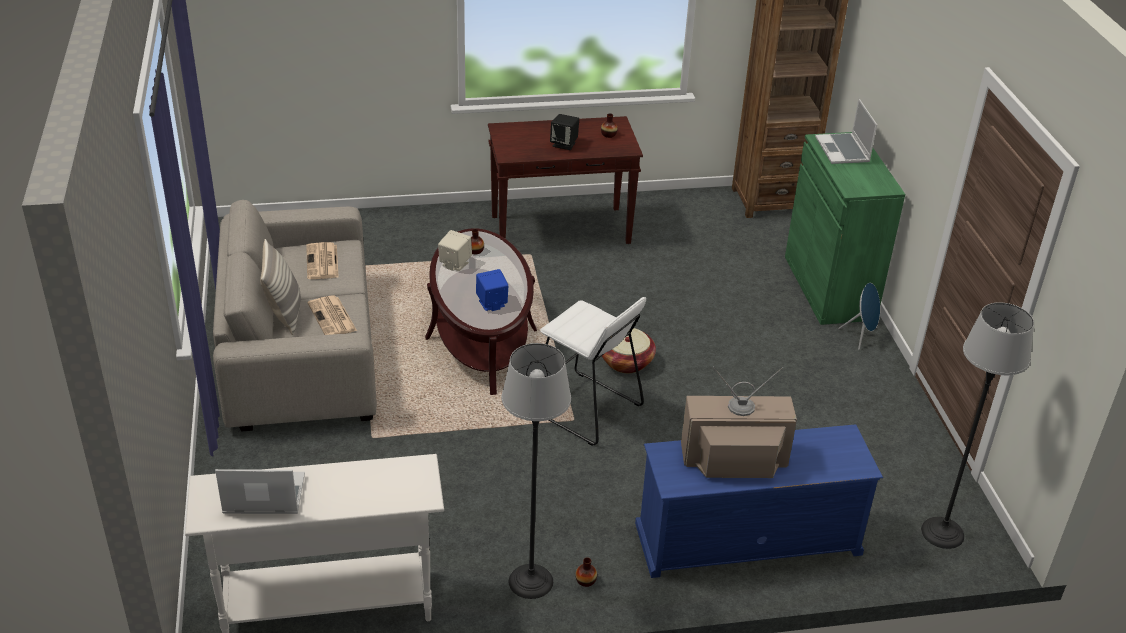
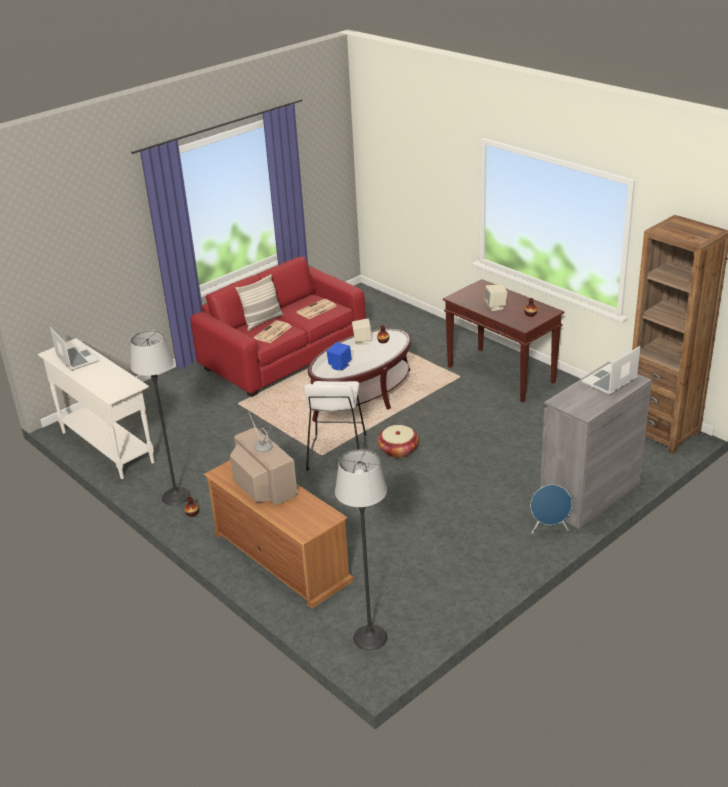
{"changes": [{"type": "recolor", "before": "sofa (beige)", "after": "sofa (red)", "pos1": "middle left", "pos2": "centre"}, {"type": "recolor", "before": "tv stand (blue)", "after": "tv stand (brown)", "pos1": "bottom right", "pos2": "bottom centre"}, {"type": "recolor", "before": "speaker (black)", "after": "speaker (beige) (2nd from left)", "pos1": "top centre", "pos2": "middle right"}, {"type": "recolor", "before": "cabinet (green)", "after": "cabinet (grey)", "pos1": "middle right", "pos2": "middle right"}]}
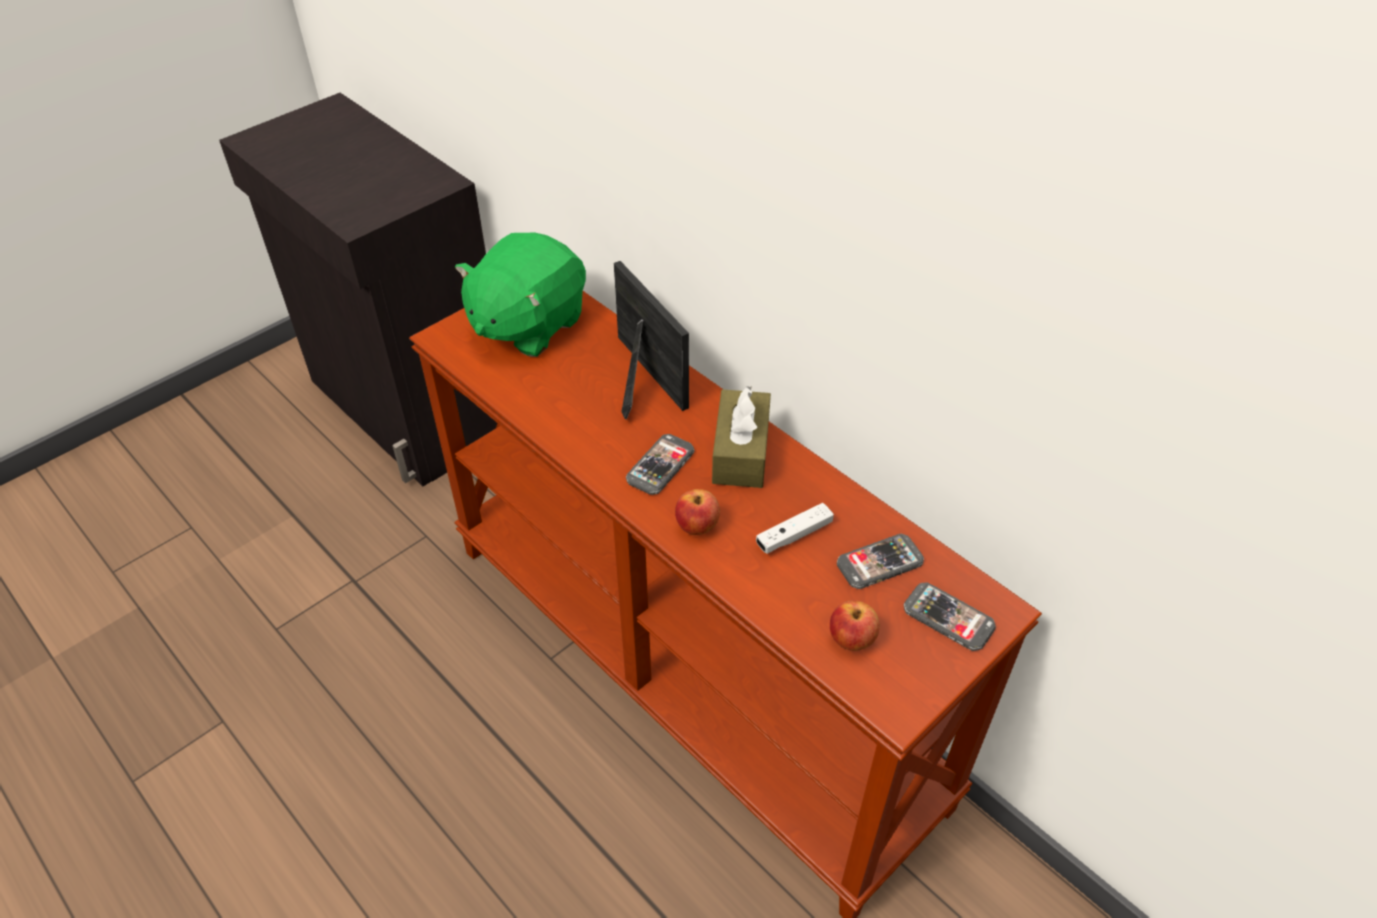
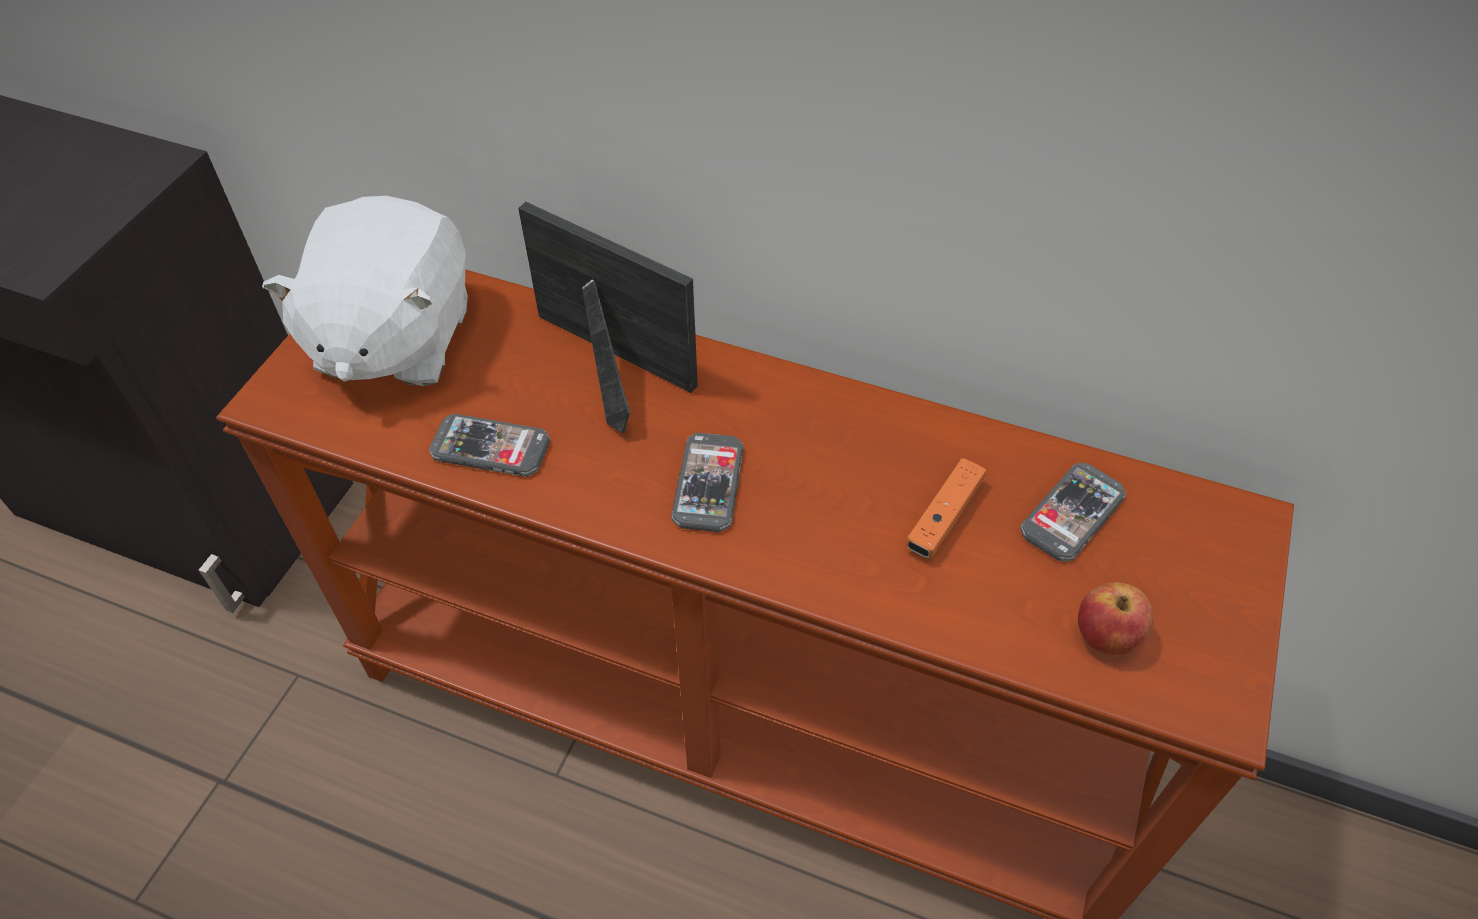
{"changes": [{"type": "recolor", "before": "plush toy (green)", "after": "plush toy (white)", "pos1": "top centre", "pos2": "top left"}, {"type": "move", "before": "phone (3rd from left in the first image)", "after": "phone (1st from left)", "pos1": "bottom right", "pos2": "middle left"}, {"type": "recolor", "before": "game controller (white)", "after": "game controller (orange)", "pos1": "centre", "pos2": "centre"}, {"type": "delete", "before": "apple (1st from left)", "pos1": "centre"}, {"type": "delete", "before": "tissue box (brown)", "pos1": "centre"}]}
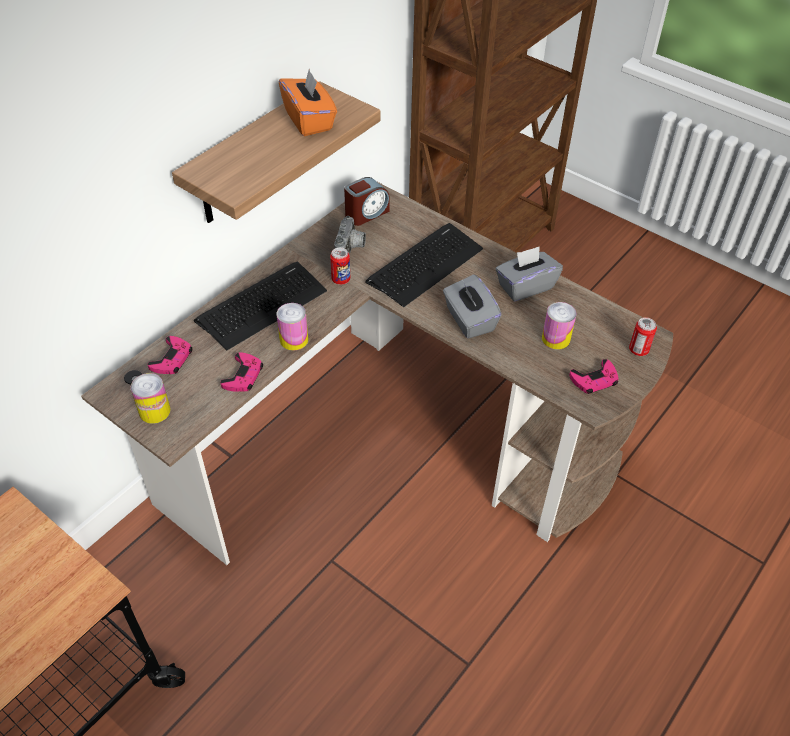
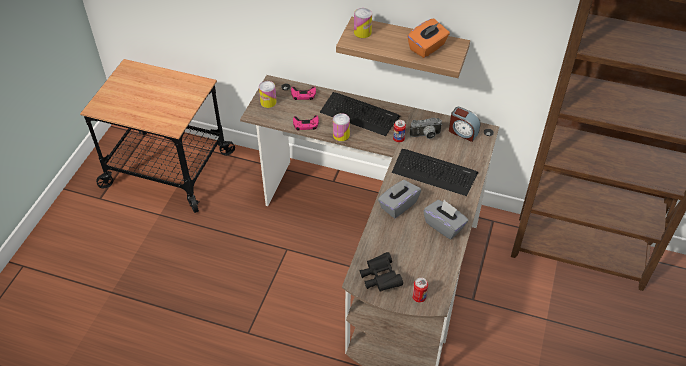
{"changes": [{"type": "move", "before": "can (4th from left in the first image)", "after": "can (3rd from left)", "pos1": "middle right", "pos2": "top centre"}, {"type": "replace", "before": "game controller (pink) (3rd from left)", "after": "binoculars (black)", "pos1": "middle right", "pos2": "bottom centre"}]}
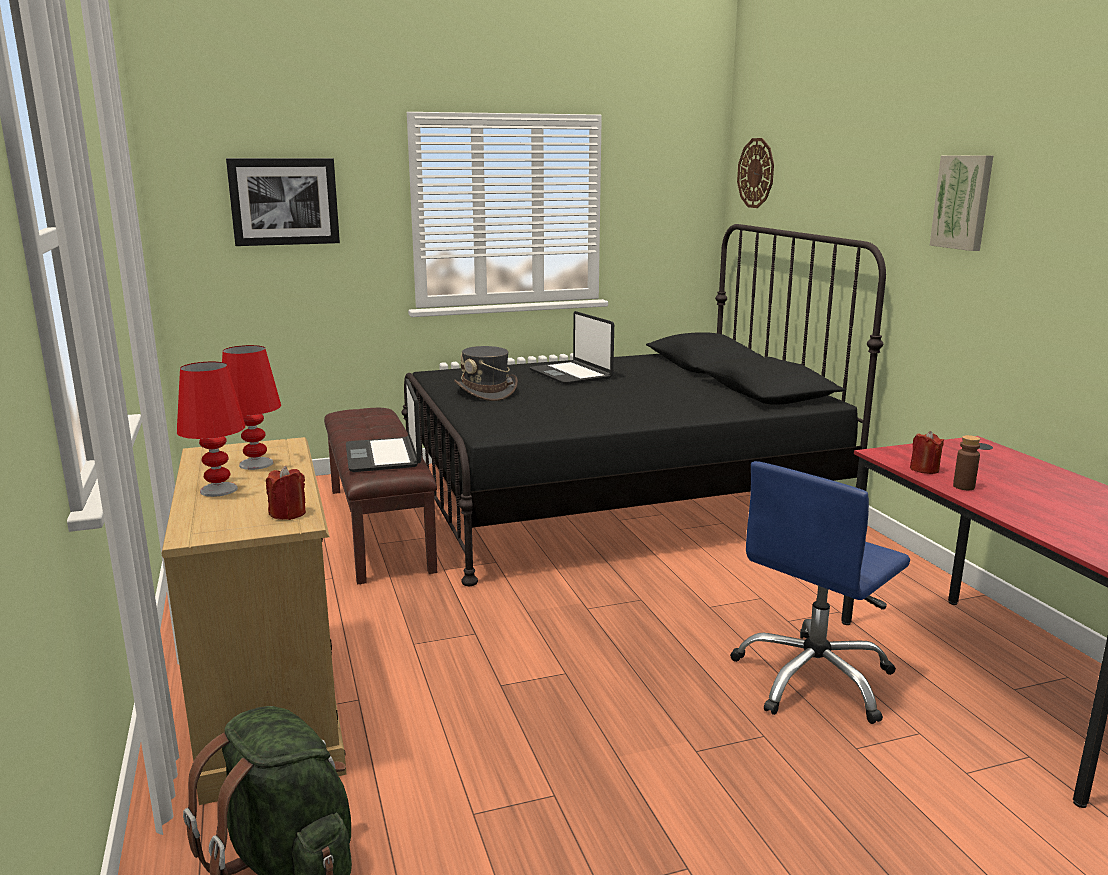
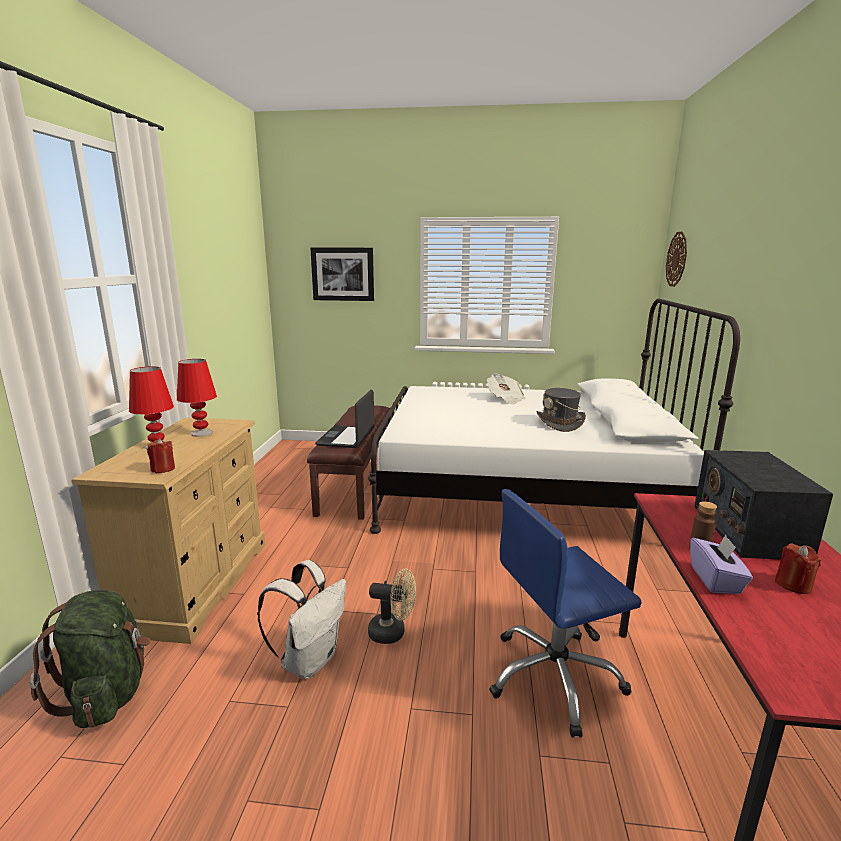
{"changes": [{"type": "insert", "after": "backpack (white)", "pos2": "bottom centre"}, {"type": "recolor", "before": "bed (black)", "after": "bed (white)", "pos1": "centre", "pos2": "centre"}, {"type": "insert", "after": "fan (beige)", "pos2": "bottom centre"}, {"type": "replace", "before": "laptop (2nd from left)", "after": "newspaper", "pos1": "centre", "pos2": "centre"}, {"type": "move", "before": "hat (grey)", "pos1": "centre", "pos2": "middle right"}, {"type": "insert", "after": "tissue box (purple)", "pos2": "bottom right"}, {"type": "insert", "after": "radio", "pos2": "middle right"}, {"type": "move", "before": "candle (red) (2nd from left)", "pos1": "middle right", "pos2": "bottom right"}, {"type": "delete", "before": "picture (2nd from left)", "pos1": "top right"}]}
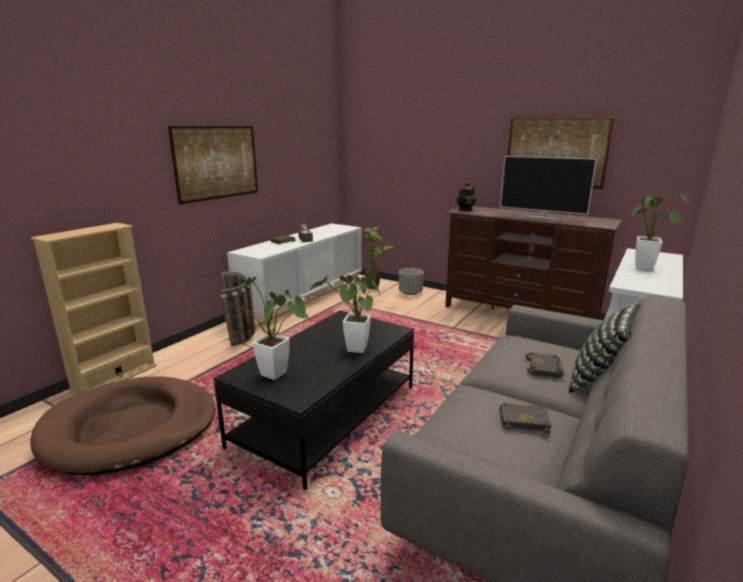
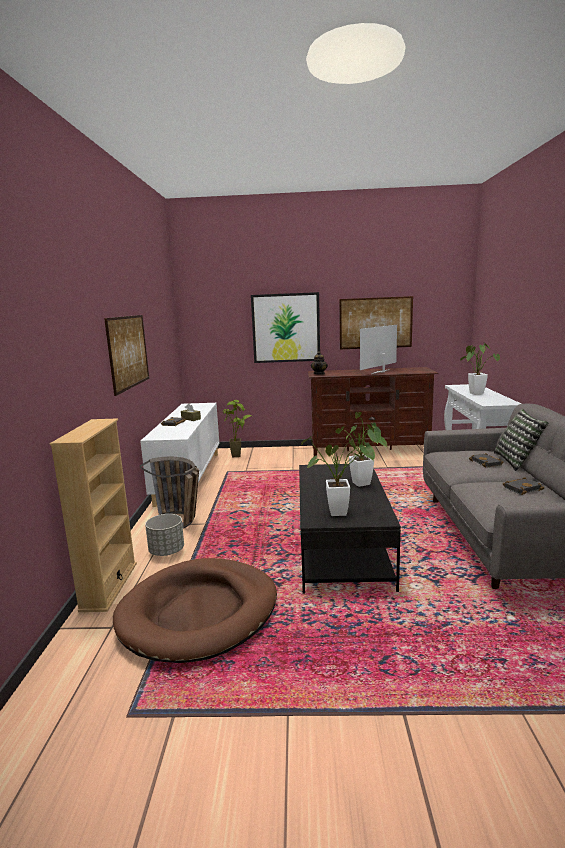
{"changes": [{"type": "move", "before": "planter (grey)", "pos1": "centre", "pos2": "middle left"}, {"type": "insert", "after": "picture (2nd from left)", "pos2": "centre"}, {"type": "rotate", "before": "television", "pos1": "top right", "pos2": "middle right", "turn": 135}]}
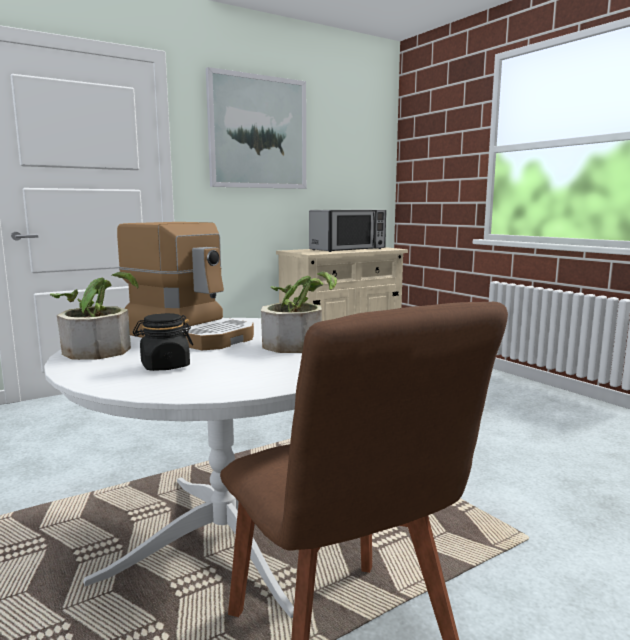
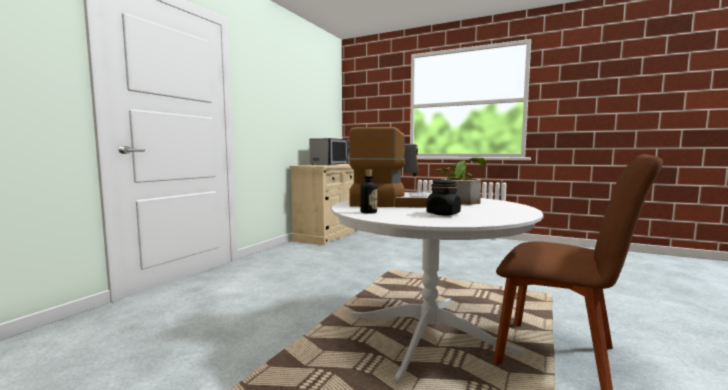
{"changes": [{"type": "replace", "before": "potted plant (1st from left)", "after": "bottle", "pos1": "middle left", "pos2": "centre"}, {"type": "delete", "before": "picture", "pos1": "top centre"}]}
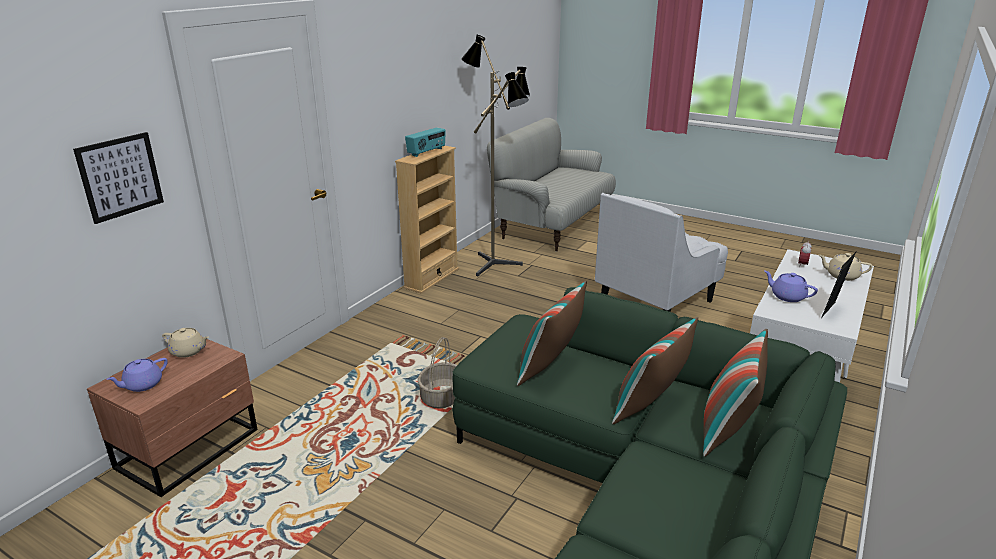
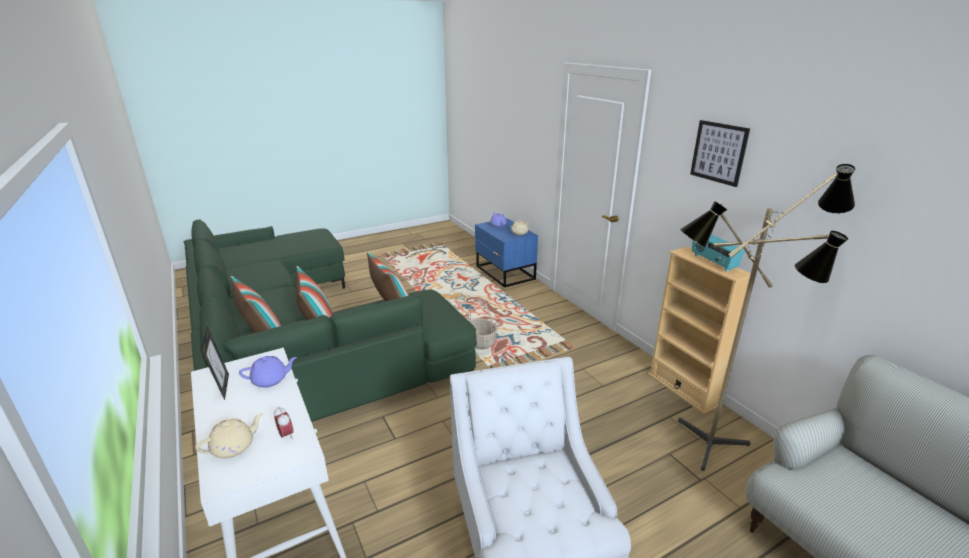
{"changes": [{"type": "recolor", "before": "nightstand (brown)", "after": "nightstand (blue)", "pos1": "bottom left", "pos2": "centre"}, {"type": "move", "before": "picture", "pos1": "top left", "pos2": "top right"}]}
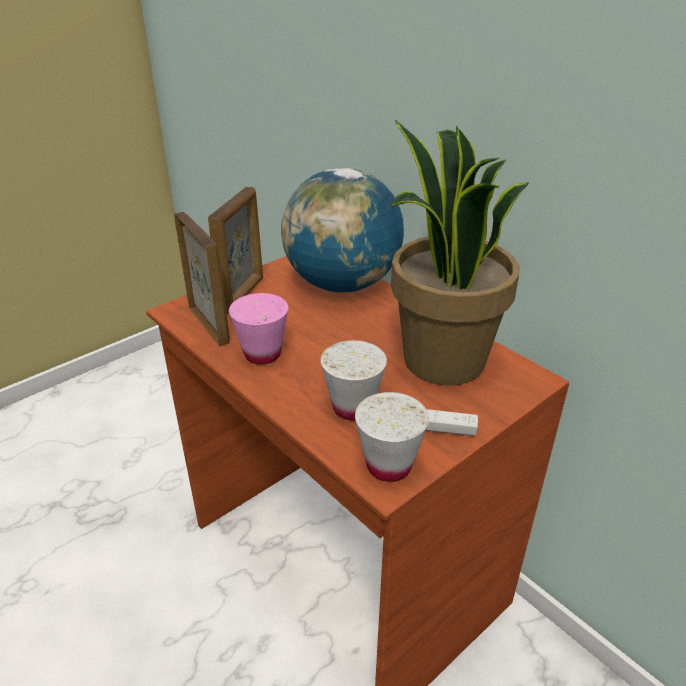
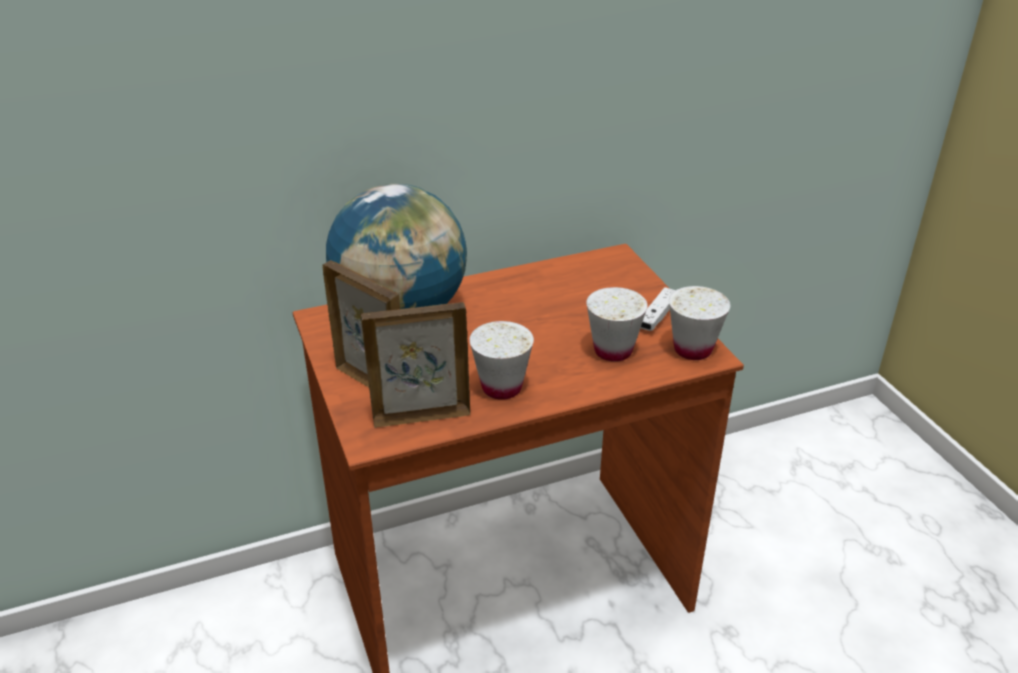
{"changes": [{"type": "recolor", "before": "cup (pink)", "after": "cup (white) (1st from left)", "pos1": "centre", "pos2": "centre"}, {"type": "delete", "before": "potted plant", "pos1": "middle right"}]}
